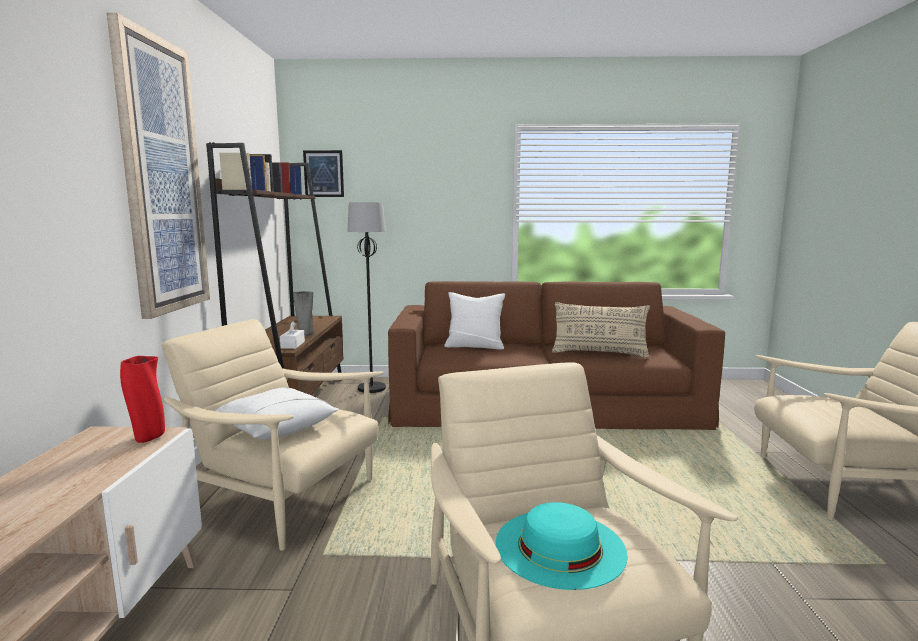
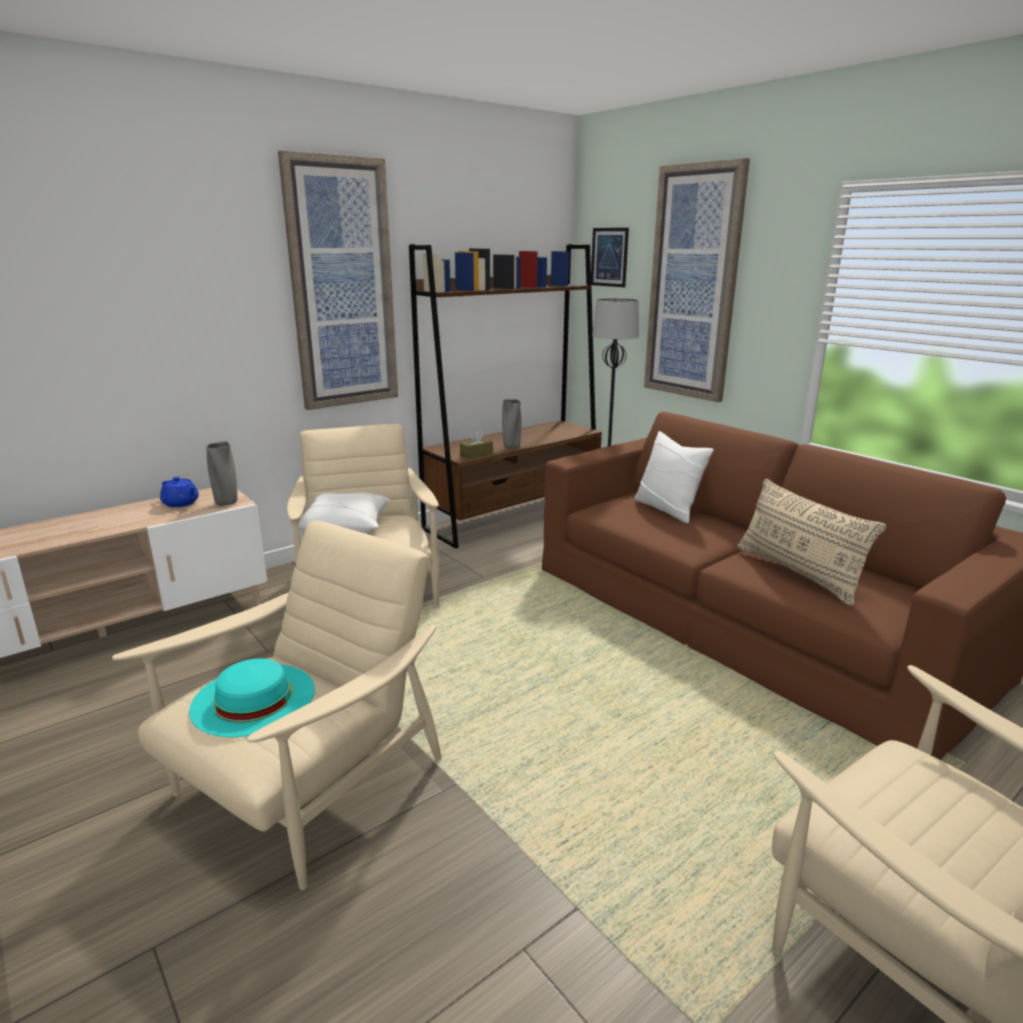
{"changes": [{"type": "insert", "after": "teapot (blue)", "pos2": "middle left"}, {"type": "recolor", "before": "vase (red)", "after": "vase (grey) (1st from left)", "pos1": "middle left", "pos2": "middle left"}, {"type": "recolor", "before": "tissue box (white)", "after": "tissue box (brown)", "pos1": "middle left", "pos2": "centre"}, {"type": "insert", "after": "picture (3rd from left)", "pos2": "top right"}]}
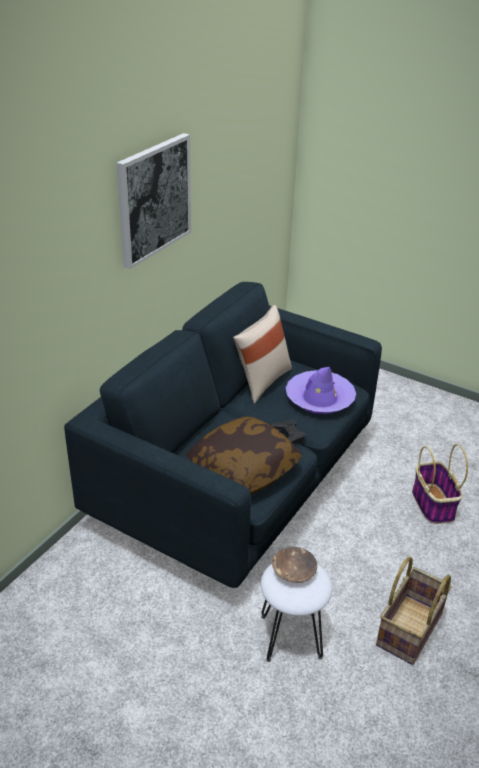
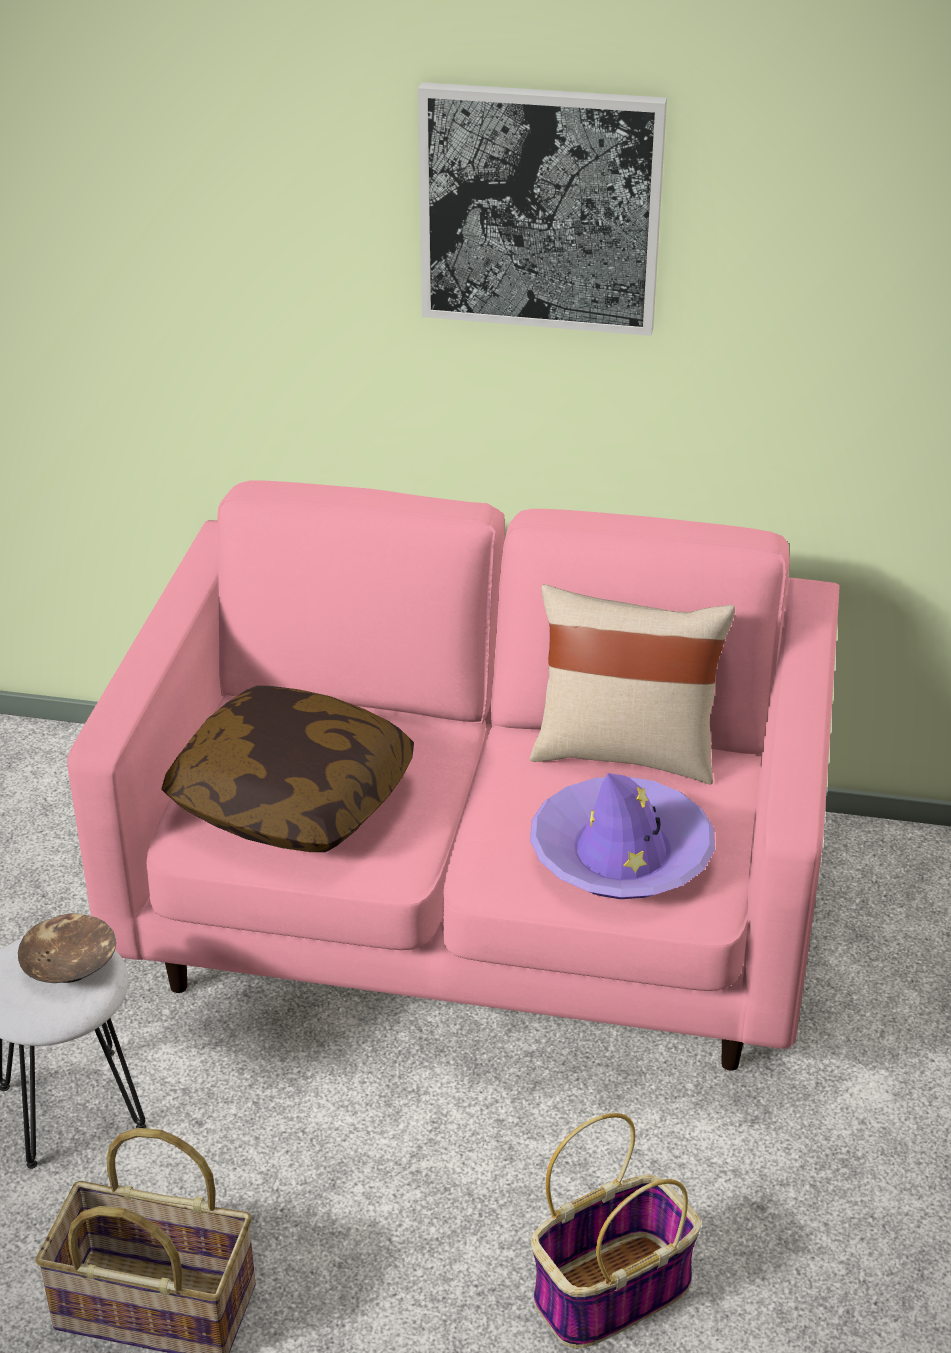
{"changes": [{"type": "recolor", "before": "sofa (blue)", "after": "sofa (pink)", "pos1": "centre", "pos2": "centre"}, {"type": "delete", "before": "game controller (black)", "pos1": "centre"}]}
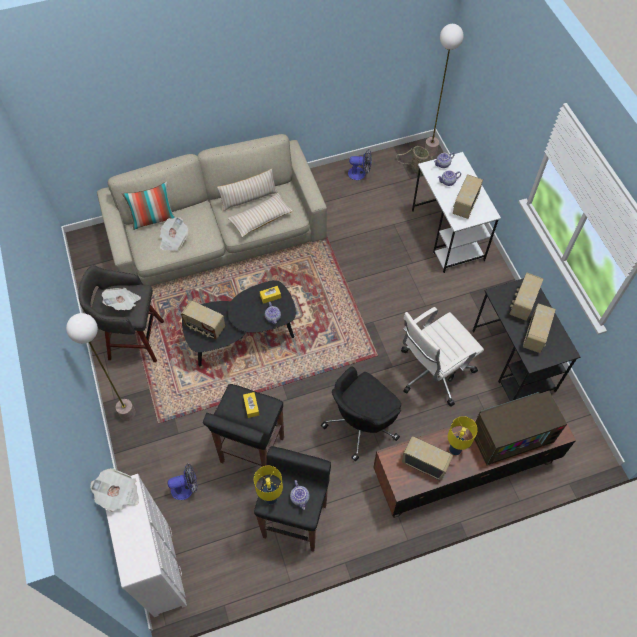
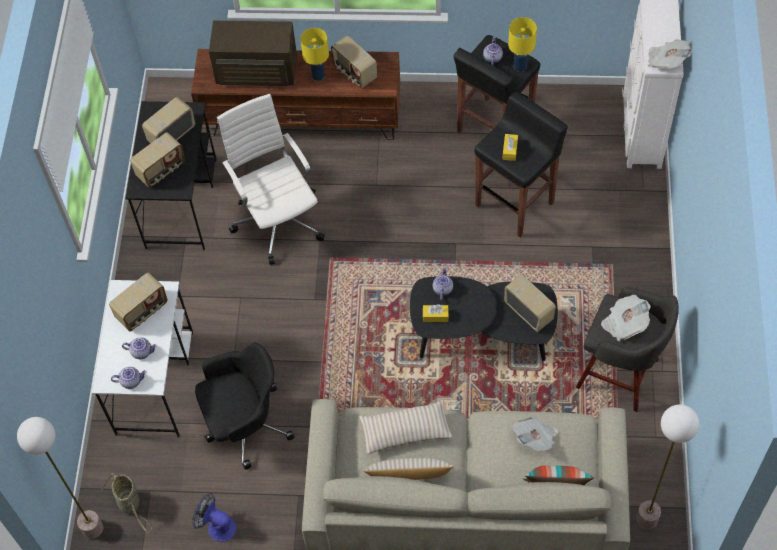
{"changes": [{"type": "move", "before": "office chair (black)", "pos1": "centre", "pos2": "bottom left"}, {"type": "rotate", "before": "office chair (white)", "pos1": "middle right", "pos2": "top centre", "turn": -105}, {"type": "move", "before": "floor lamp (1st from left in the first image)", "after": "floor lamp (2nd from left)", "pos1": "middle left", "pos2": "bottom right"}, {"type": "delete", "before": "fan (1st from left)", "pos1": "bottom left"}]}
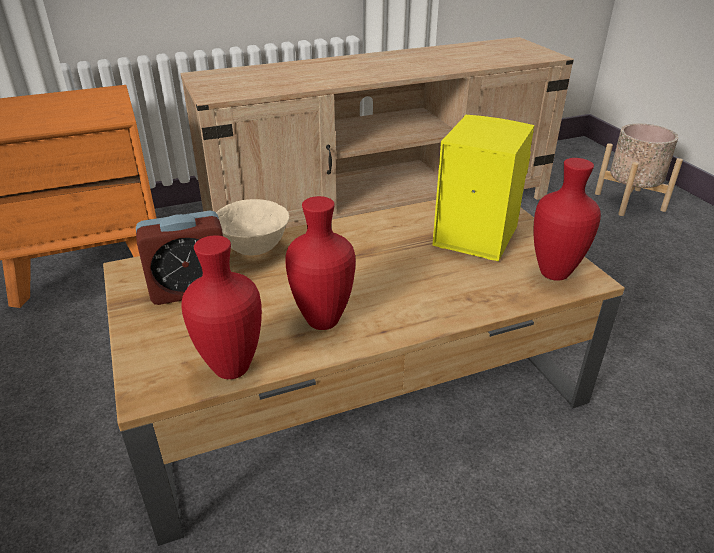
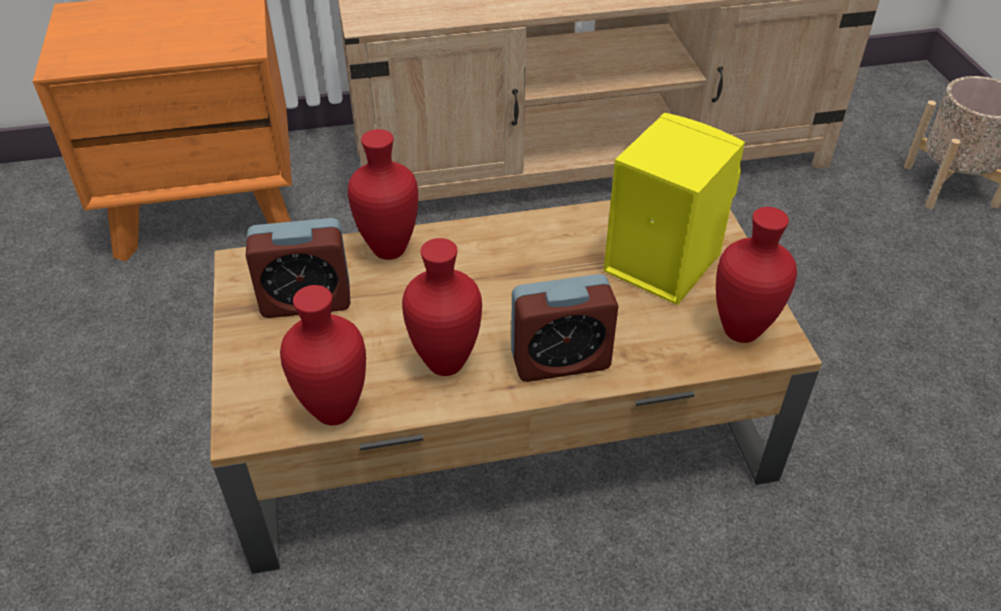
{"changes": [{"type": "replace", "before": "bowl (beige)", "after": "vase (red) (2nd from left)", "pos1": "centre", "pos2": "top centre"}, {"type": "insert", "after": "alarm clock (2nd from left)", "pos2": "centre"}]}
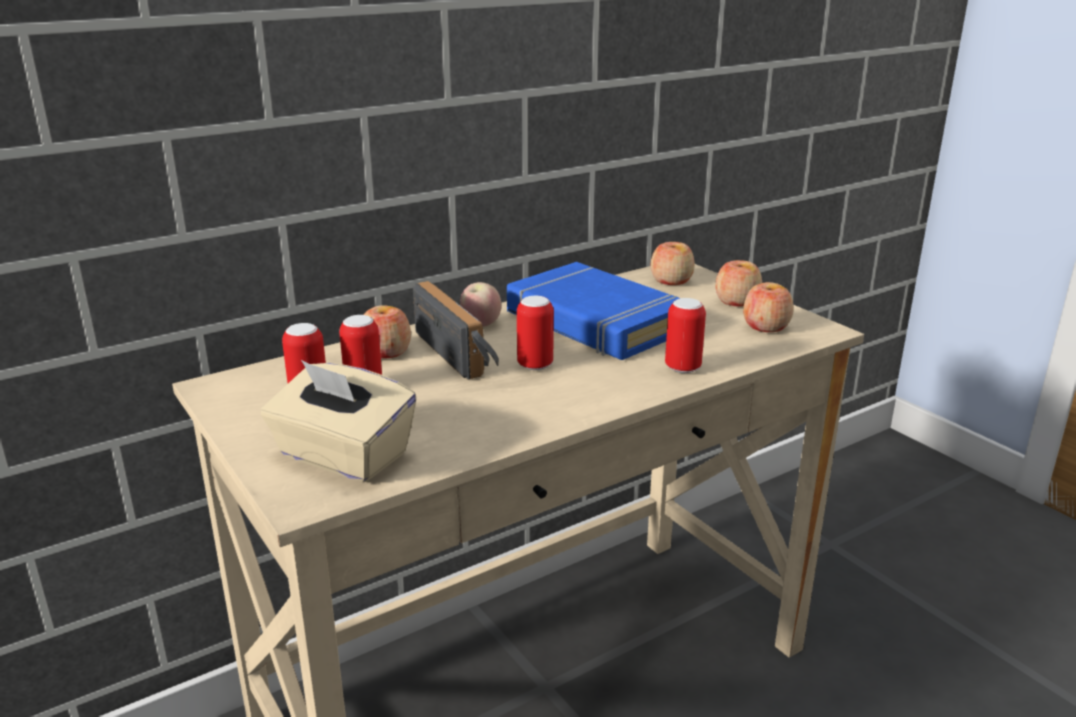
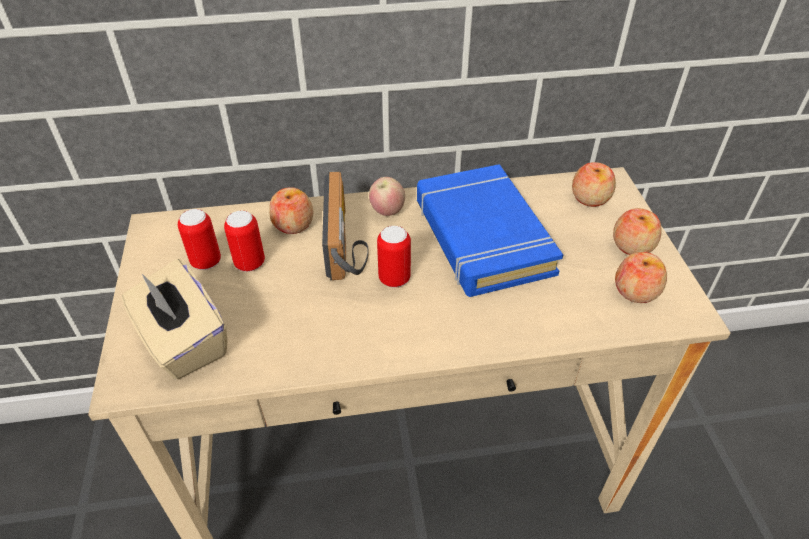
{"changes": [{"type": "delete", "before": "can (4th from left)", "pos1": "centre"}]}
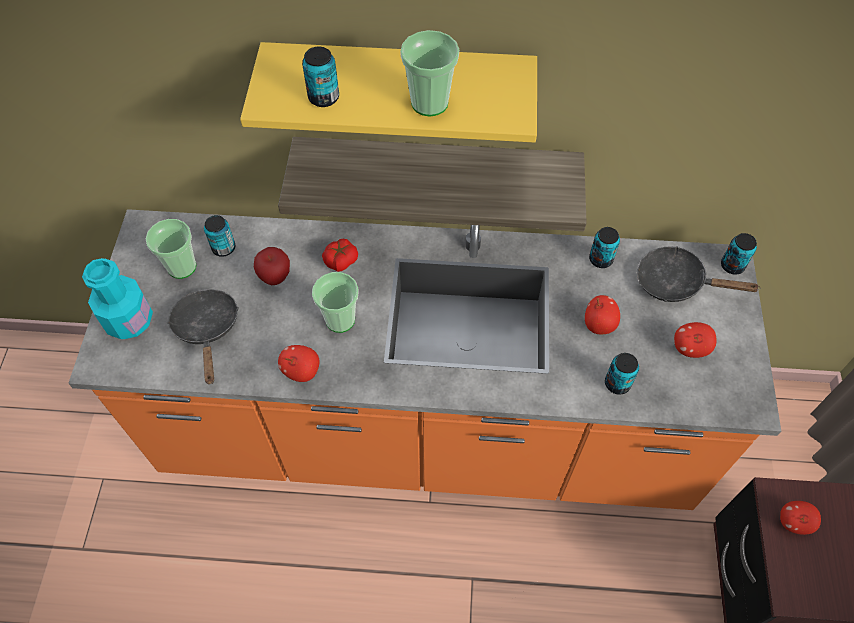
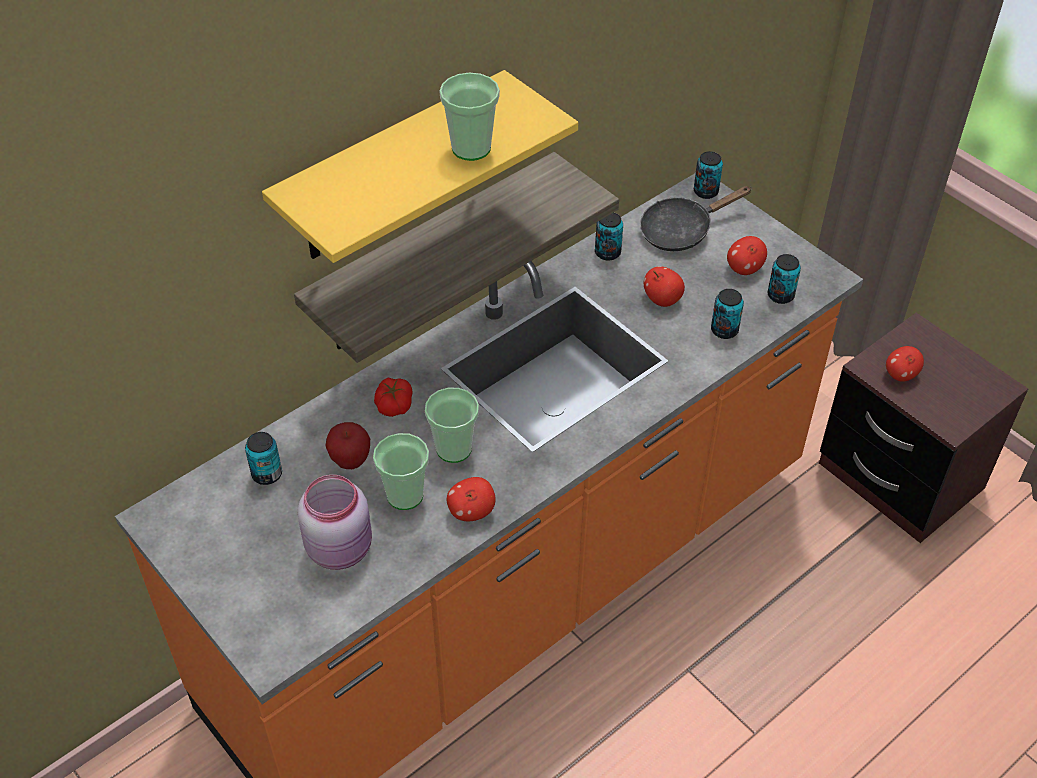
{"changes": [{"type": "replace", "before": "frying pan (black) (1st from left)", "after": "jar (pink)", "pos1": "middle left", "pos2": "bottom left"}, {"type": "move", "before": "cup (1st from left)", "pos1": "middle left", "pos2": "centre"}, {"type": "move", "before": "can (2nd from left in the first image)", "after": "can (5th from left)", "pos1": "top centre", "pos2": "middle right"}, {"type": "delete", "before": "bottle (turquoise)", "pos1": "middle left"}]}
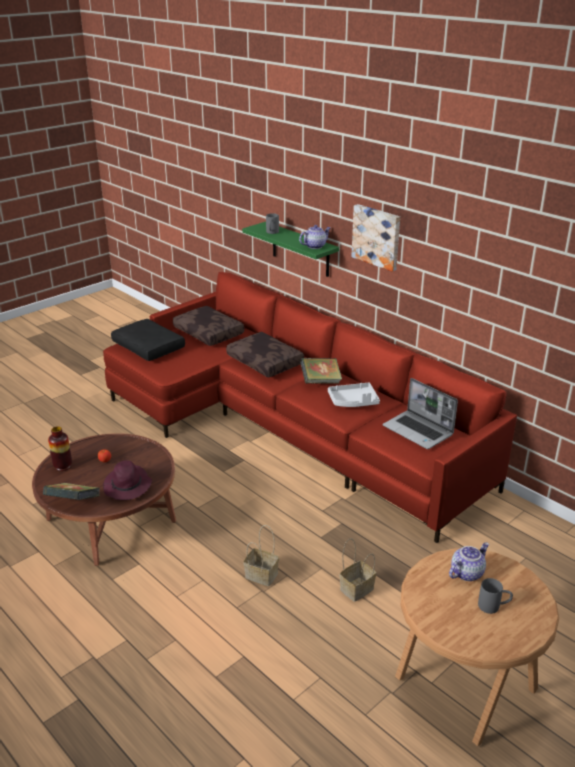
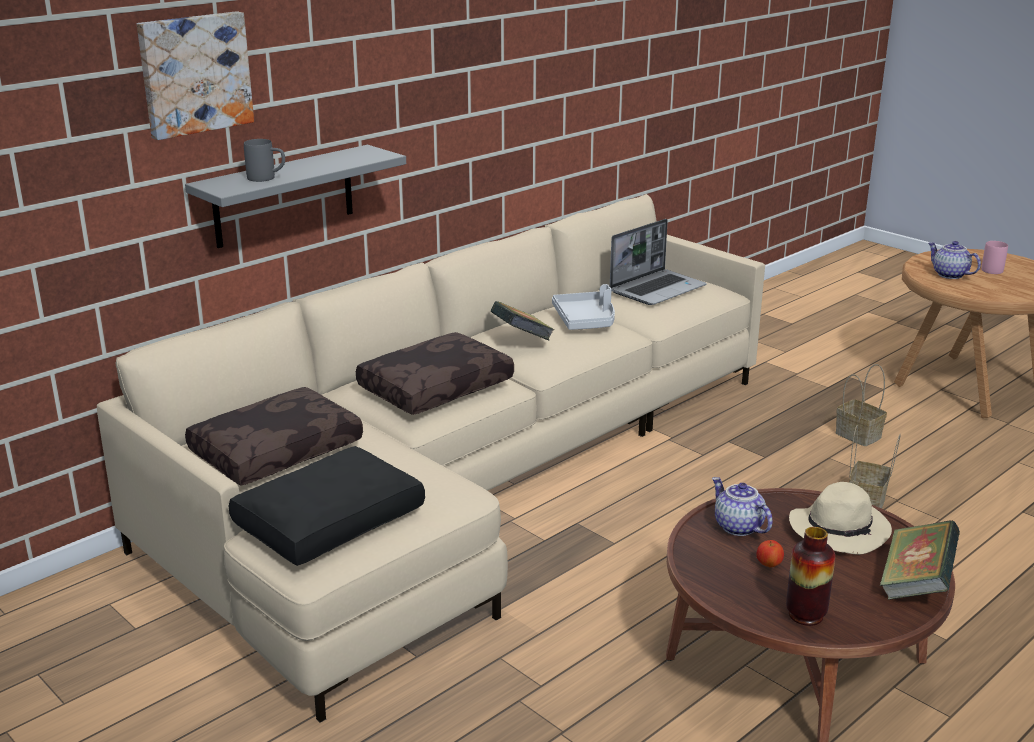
{"changes": [{"type": "recolor", "before": "sofa (red)", "after": "sofa (beige)", "pos1": "centre", "pos2": "centre"}, {"type": "move", "before": "picture", "pos1": "top centre", "pos2": "top left"}, {"type": "recolor", "before": "shelf (green)", "after": "shelf (grey)", "pos1": "top centre", "pos2": "top left"}, {"type": "move", "before": "teapot (1st from left)", "pos1": "top centre", "pos2": "bottom right"}, {"type": "recolor", "before": "hat (purple)", "after": "hat (beige)", "pos1": "middle left", "pos2": "bottom right"}, {"type": "recolor", "before": "mug (grey) (2nd from left)", "after": "mug (pink)", "pos1": "bottom right", "pos2": "middle right"}]}
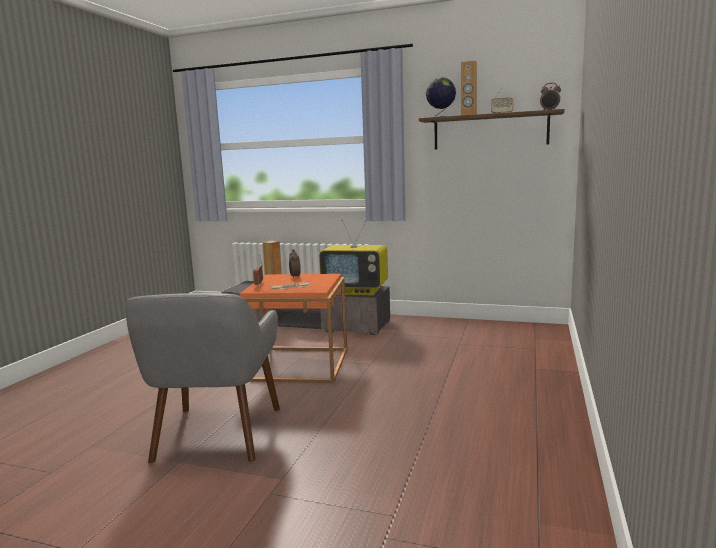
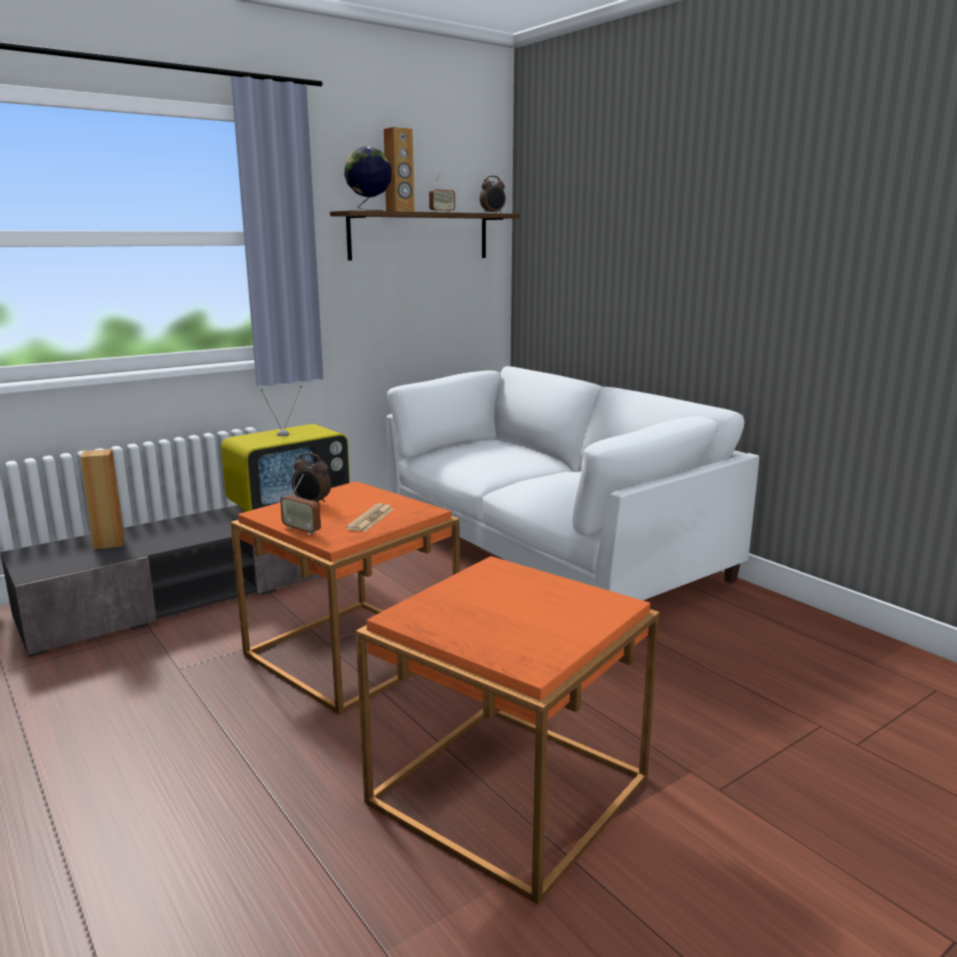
{"changes": [{"type": "replace", "before": "armchair (grey)", "after": "side table (orange) (2nd from left)", "pos1": "bottom left", "pos2": "bottom centre"}, {"type": "insert", "after": "sofa (white)", "pos2": "centre"}]}
